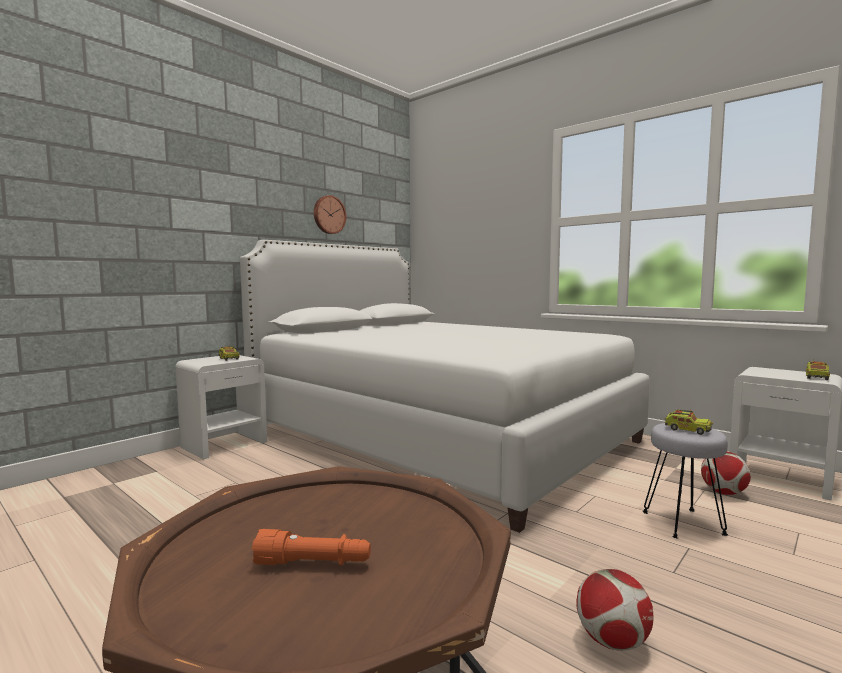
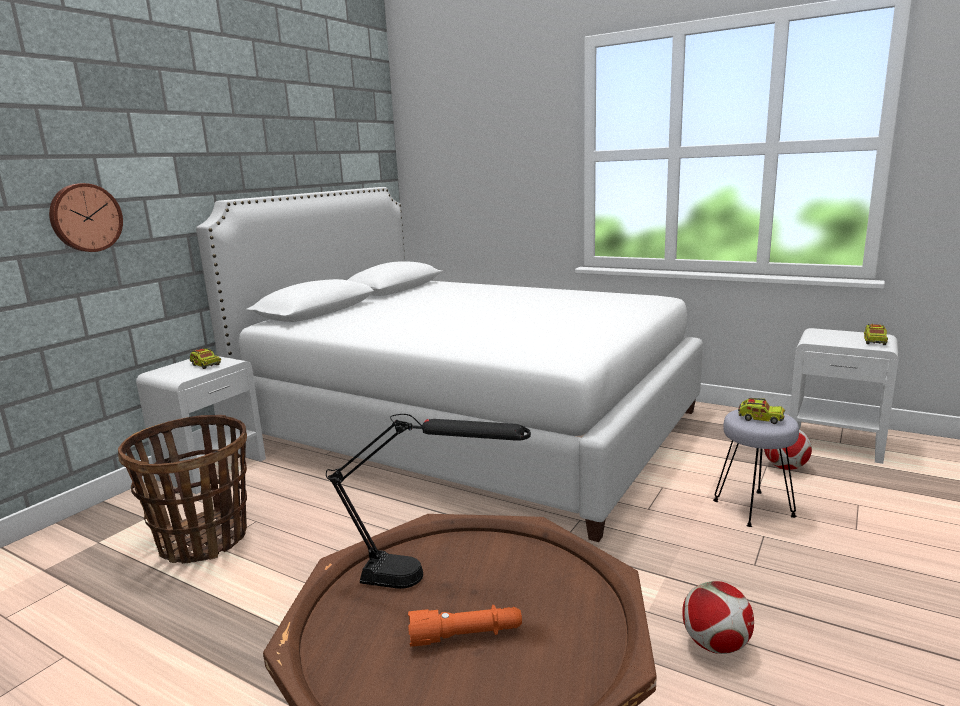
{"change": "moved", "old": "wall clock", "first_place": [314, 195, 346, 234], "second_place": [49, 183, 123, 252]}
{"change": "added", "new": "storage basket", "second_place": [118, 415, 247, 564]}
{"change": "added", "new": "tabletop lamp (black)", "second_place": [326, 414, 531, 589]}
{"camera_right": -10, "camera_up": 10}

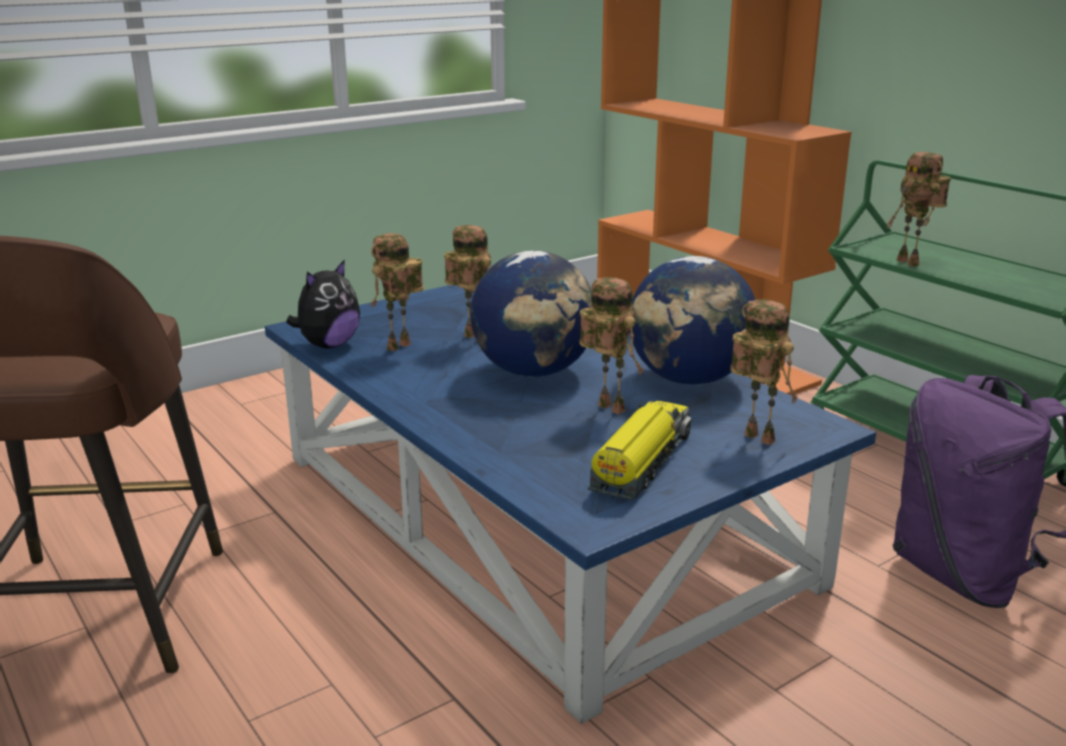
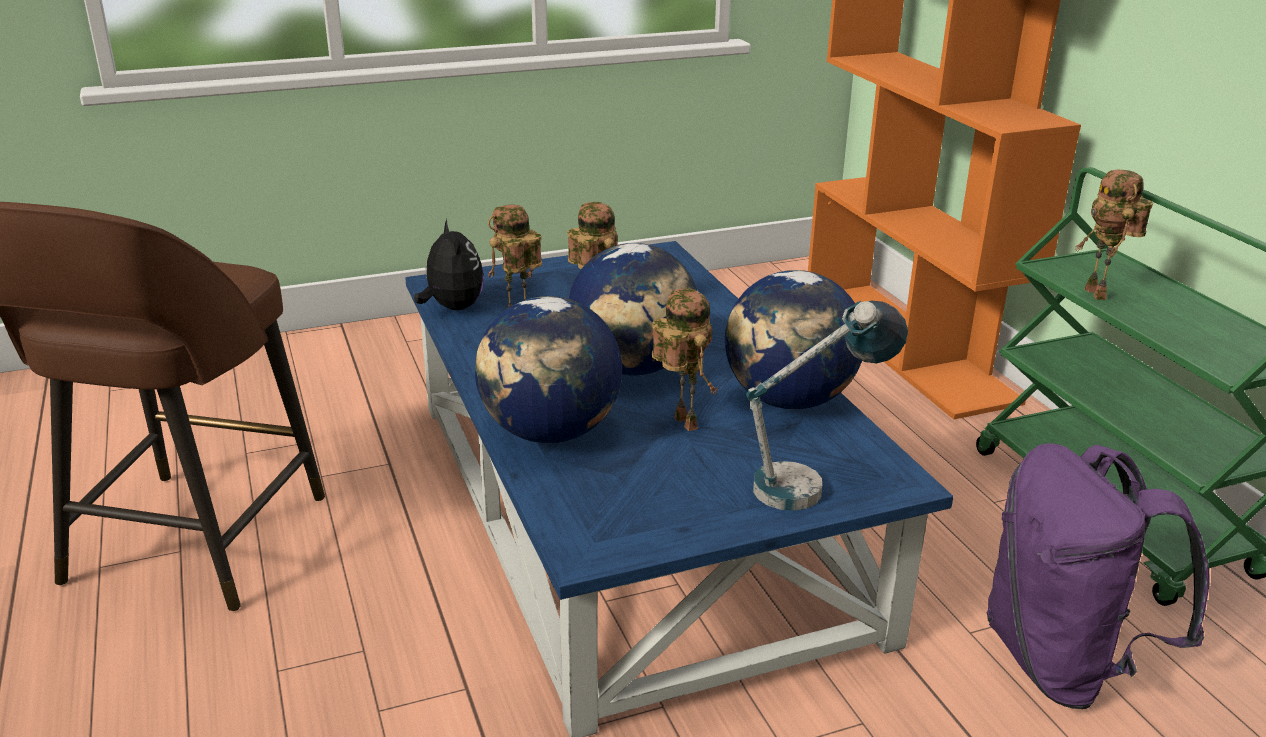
{"change": "turned", "old": "soft toy", "first_place": [286, 259, 360, 348], "second_place": [414, 219, 484, 310], "degrees": -75}
{"change": "added", "new": "world globe", "second_place": [475, 296, 622, 443]}
{"change": "replaced", "old": "toy robot", "new": "tabletop lamp", "first_place": [730, 299, 798, 445], "second_place": [746, 301, 908, 511]}
{"change": "removed", "old": "model truck", "first_place": [588, 401, 692, 500]}
{"camera_right": 15, "camera_up": 5}

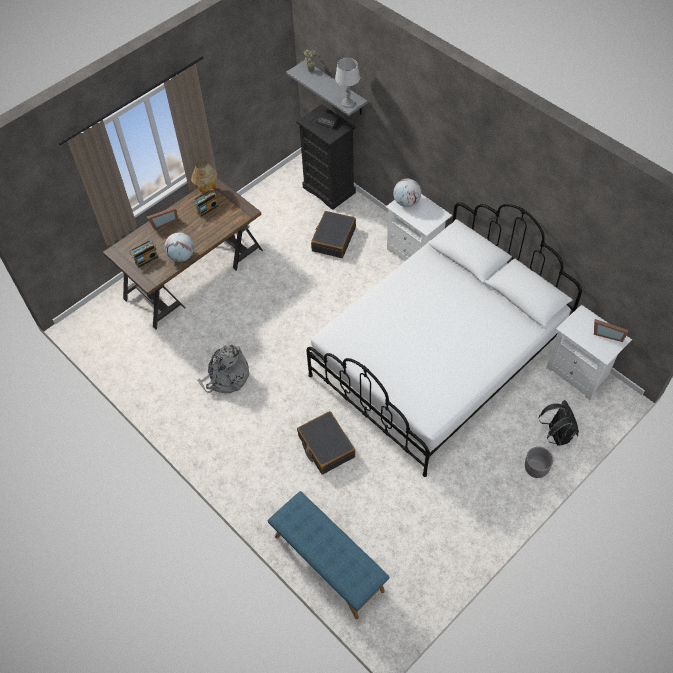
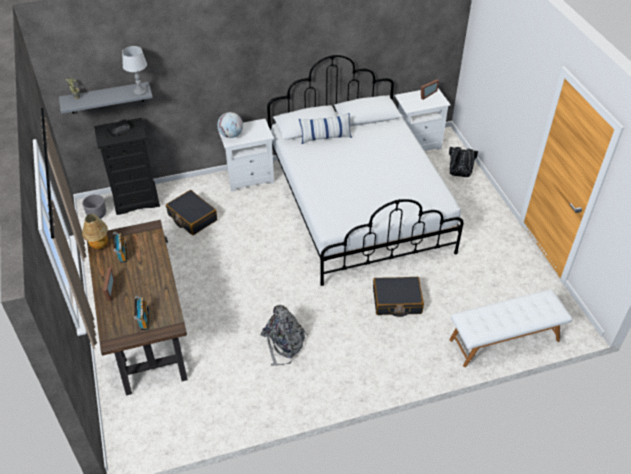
{"change": "moved", "old": "plant pot (gray)", "first_place": [525, 447, 554, 478], "second_place": [82, 194, 106, 219]}
{"change": "added", "new": "pillow", "second_place": [299, 113, 352, 144]}
{"change": "recoloured", "old": "long seat (blue-coloured)", "new": "long seat (white-coloured)", "first_place": [268, 491, 389, 619], "second_place": [450, 289, 572, 367]}
{"change": "removed", "old": "world globe", "first_place": [164, 232, 194, 262]}
{"camera_right": -65, "camera_up": -10}

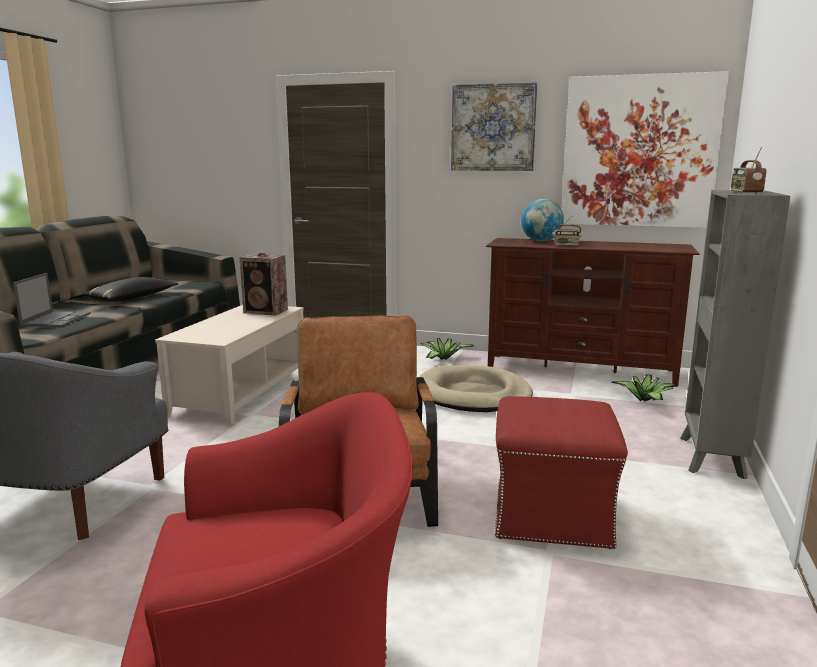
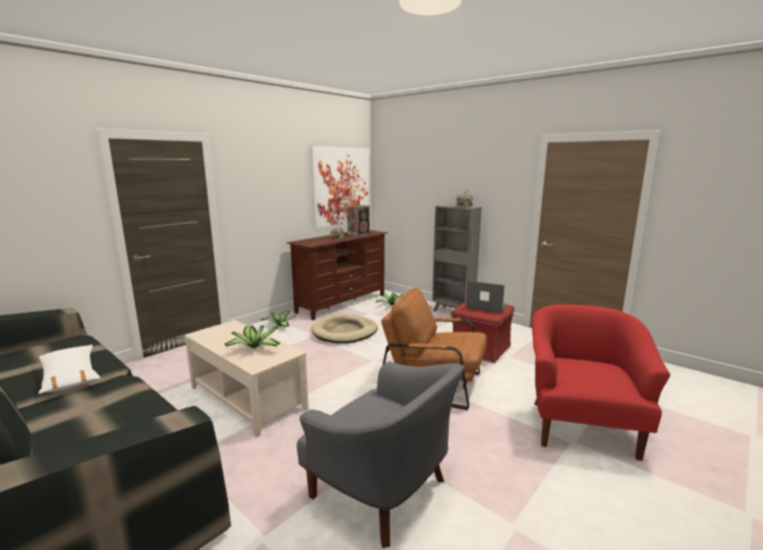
{"change": "recoloured", "old": "pillow (black)", "new": "pillow (white-coloured)", "first_place": [82, 277, 178, 302], "second_place": [38, 345, 101, 394]}
{"change": "added", "new": "houseplant", "second_place": [225, 325, 281, 349]}
{"change": "moved", "old": "loudspeaker", "first_place": [240, 253, 288, 316], "second_place": [347, 204, 370, 236]}
{"change": "moved", "old": "laptop", "first_place": [13, 273, 91, 327], "second_place": [466, 281, 507, 313]}
{"change": "removed", "old": "wall picture", "first_place": [451, 82, 537, 171]}
{"change": "removed", "old": "world globe", "first_place": [521, 199, 564, 242]}
{"camera_right": -65, "camera_up": 0}

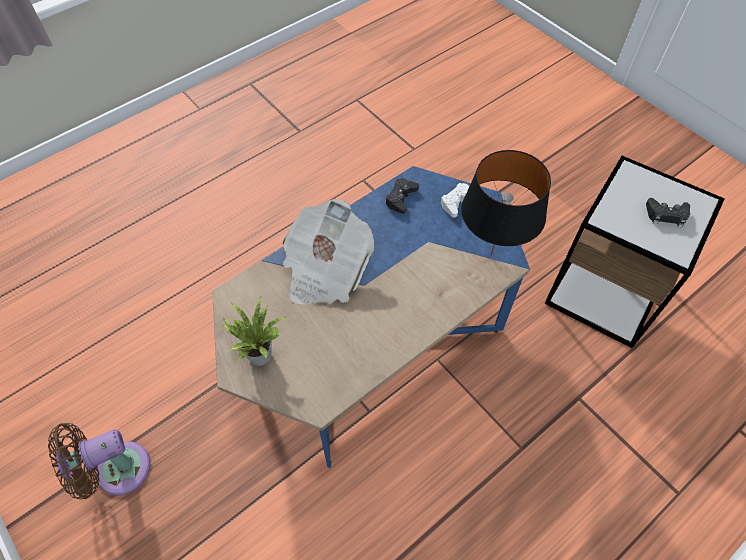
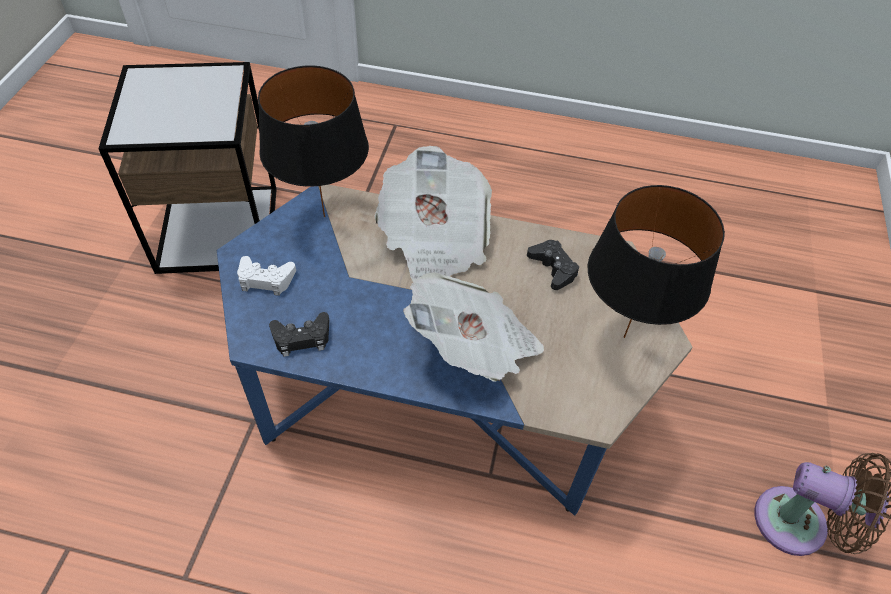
{"change": "added", "new": "daily paper", "second_place": [374, 146, 492, 281]}
{"change": "moved", "old": "joypad (black)", "first_place": [646, 198, 690, 227], "second_place": [527, 240, 579, 290]}
{"change": "replaced", "old": "houseplant", "new": "tabletop lamp (black)", "first_place": [221, 296, 287, 366], "second_place": [588, 185, 725, 338]}
{"camera_right": -130, "camera_up": -5}

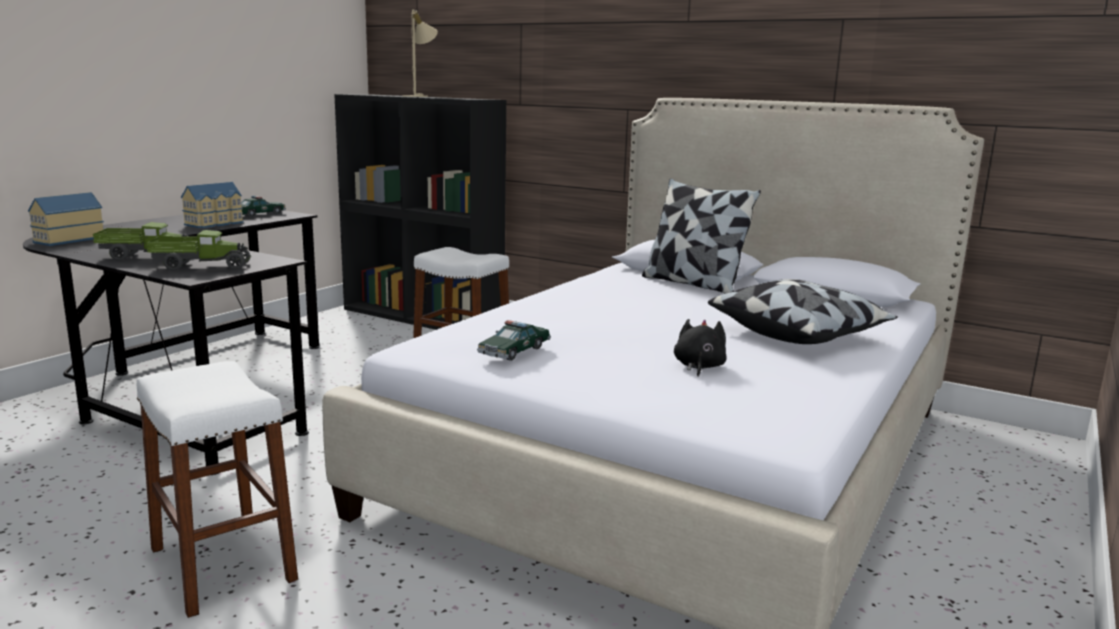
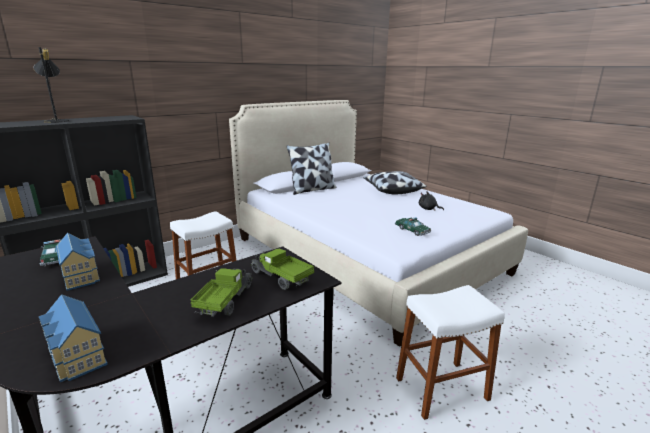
{"change": "recoloured", "old": "tabletop lamp (sand-coloured)", "new": "tabletop lamp (black)", "first_place": [402, 10, 438, 97], "second_place": [34, 47, 69, 123]}
{"change": "turned", "old": "model truck", "first_place": [147, 230, 251, 271], "second_place": [251, 249, 314, 290], "degrees": -60}
{"camera_right": -70, "camera_up": 5}

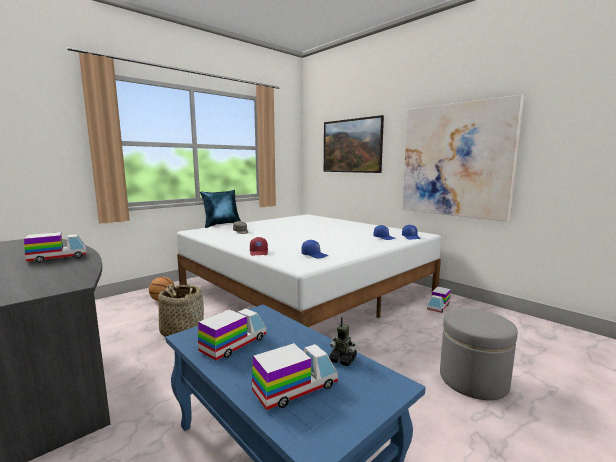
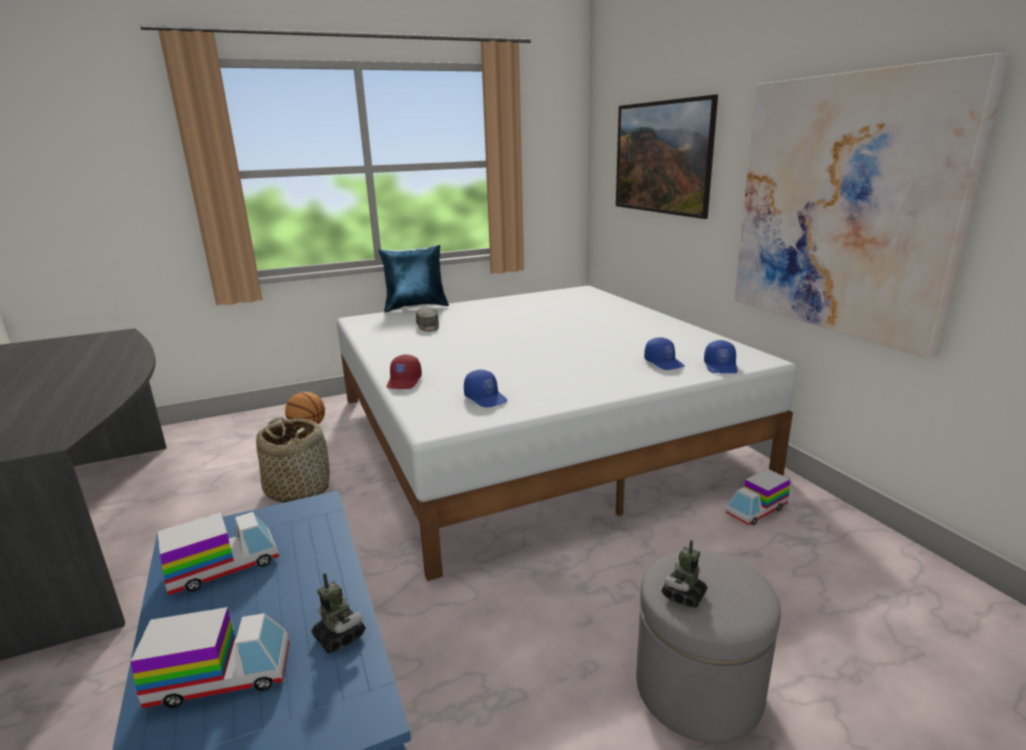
{"change": "added", "new": "toy robot", "second_place": [661, 540, 708, 607]}
{"change": "removed", "old": "model truck", "first_place": [24, 232, 86, 263]}
{"camera_right": 20, "camera_up": 10}

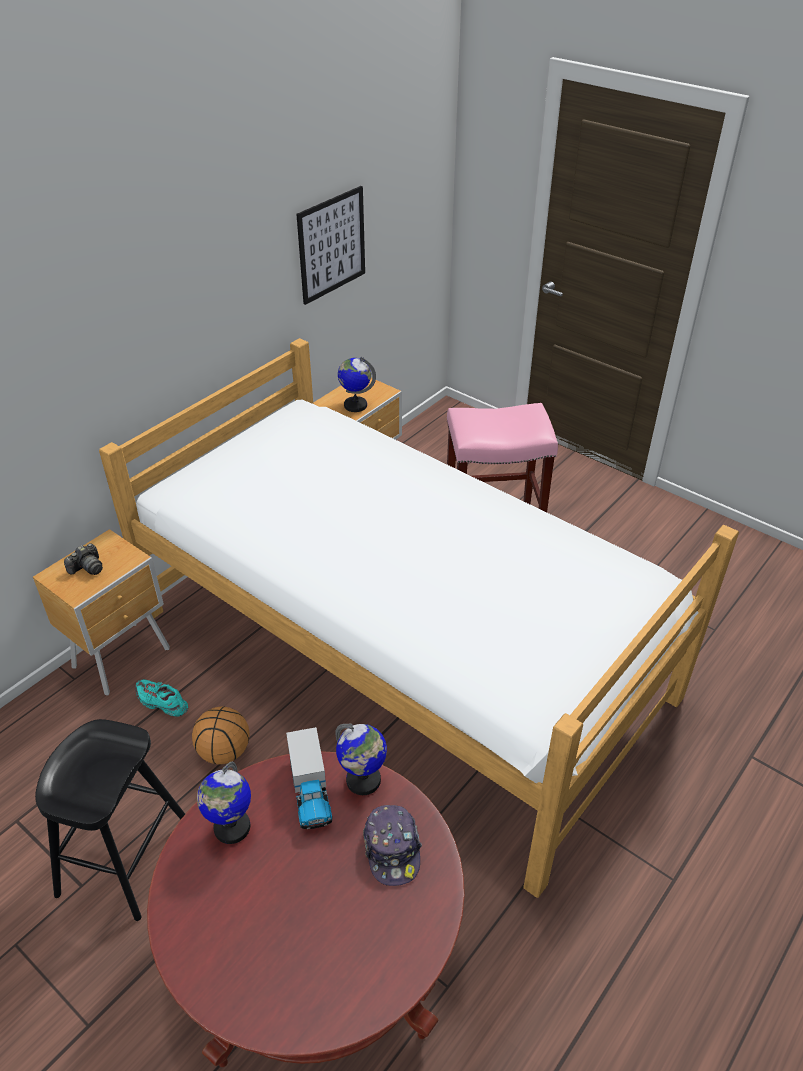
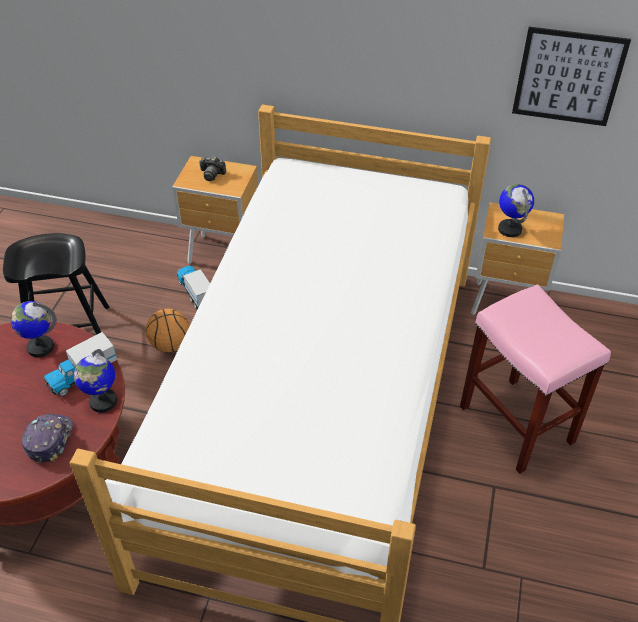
{"change": "turned", "old": "baseball cap", "first_place": [363, 805, 422, 886], "second_place": [21, 413, 73, 463], "degrees": 135}
{"change": "replaced", "old": "item of footwear (blue-green)", "new": "model truck", "first_place": [135, 679, 188, 717], "second_place": [177, 266, 210, 309]}
{"camera_right": 65, "camera_up": 5}

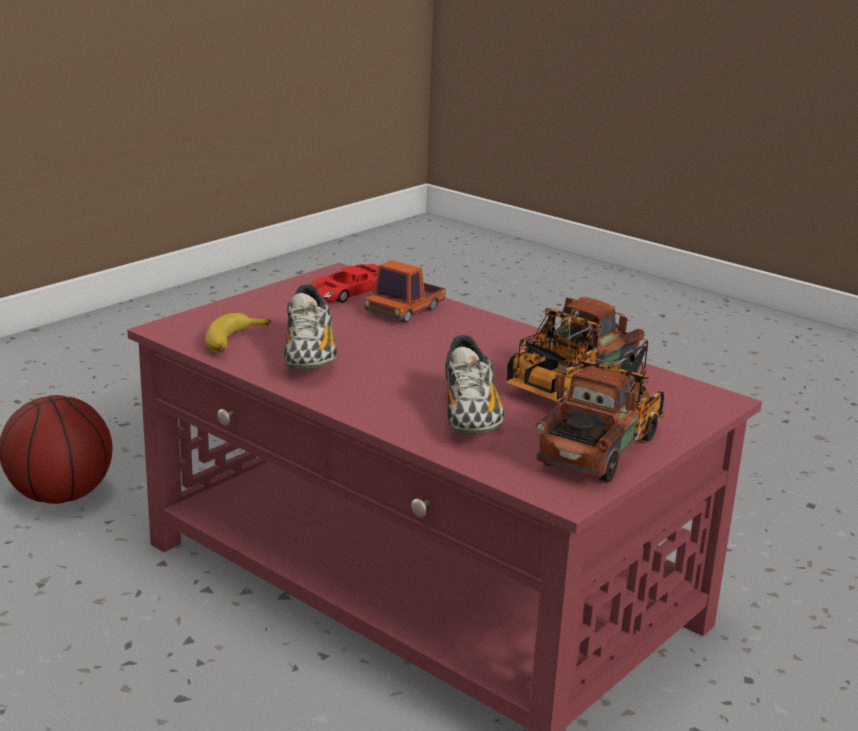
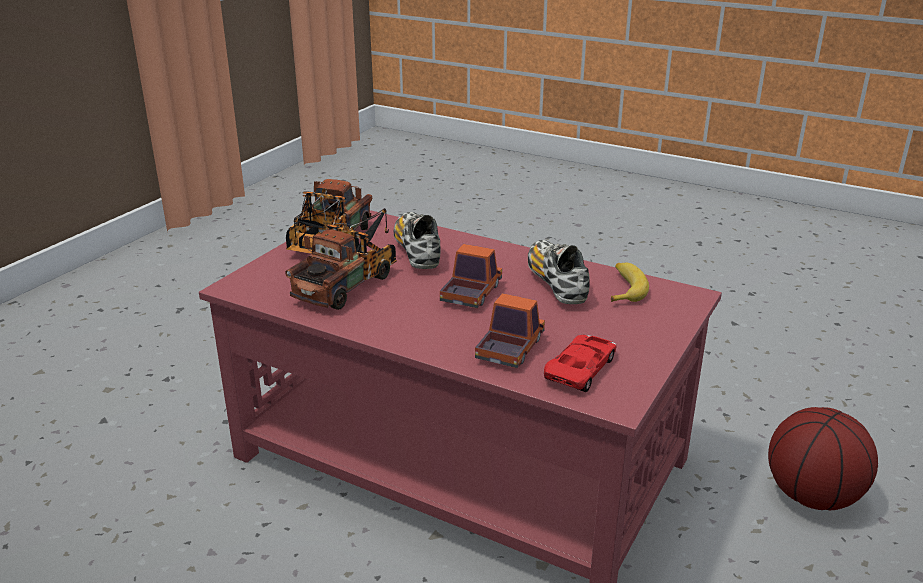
{"change": "added", "new": "model truck", "second_place": [440, 244, 502, 308]}
{"camera_right": 170, "camera_up": 5}

